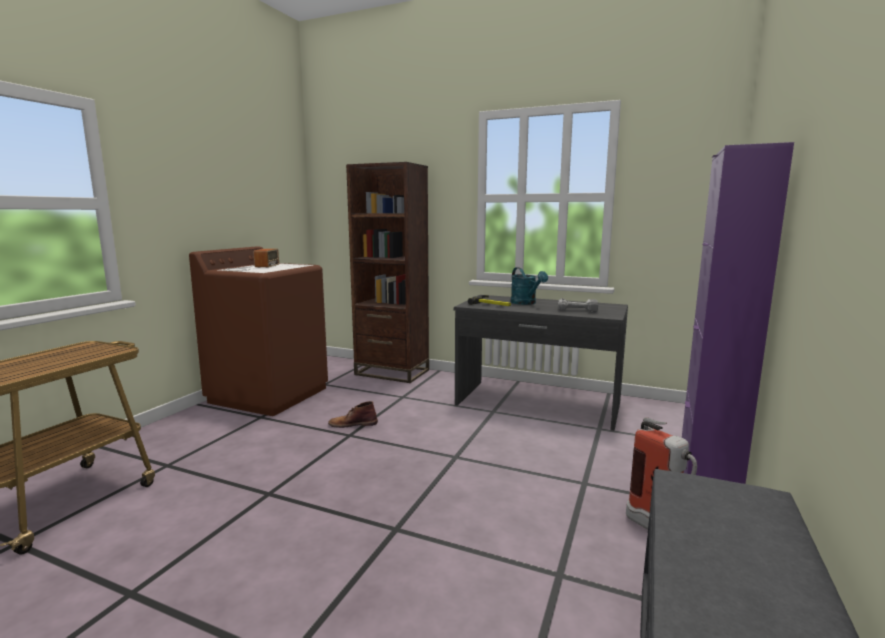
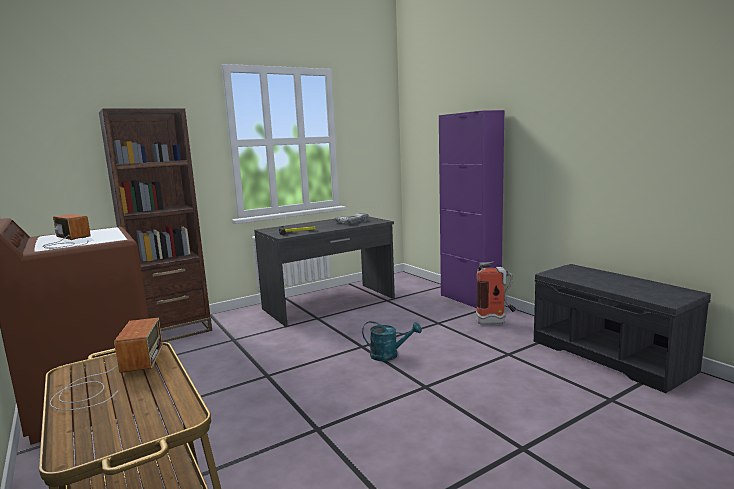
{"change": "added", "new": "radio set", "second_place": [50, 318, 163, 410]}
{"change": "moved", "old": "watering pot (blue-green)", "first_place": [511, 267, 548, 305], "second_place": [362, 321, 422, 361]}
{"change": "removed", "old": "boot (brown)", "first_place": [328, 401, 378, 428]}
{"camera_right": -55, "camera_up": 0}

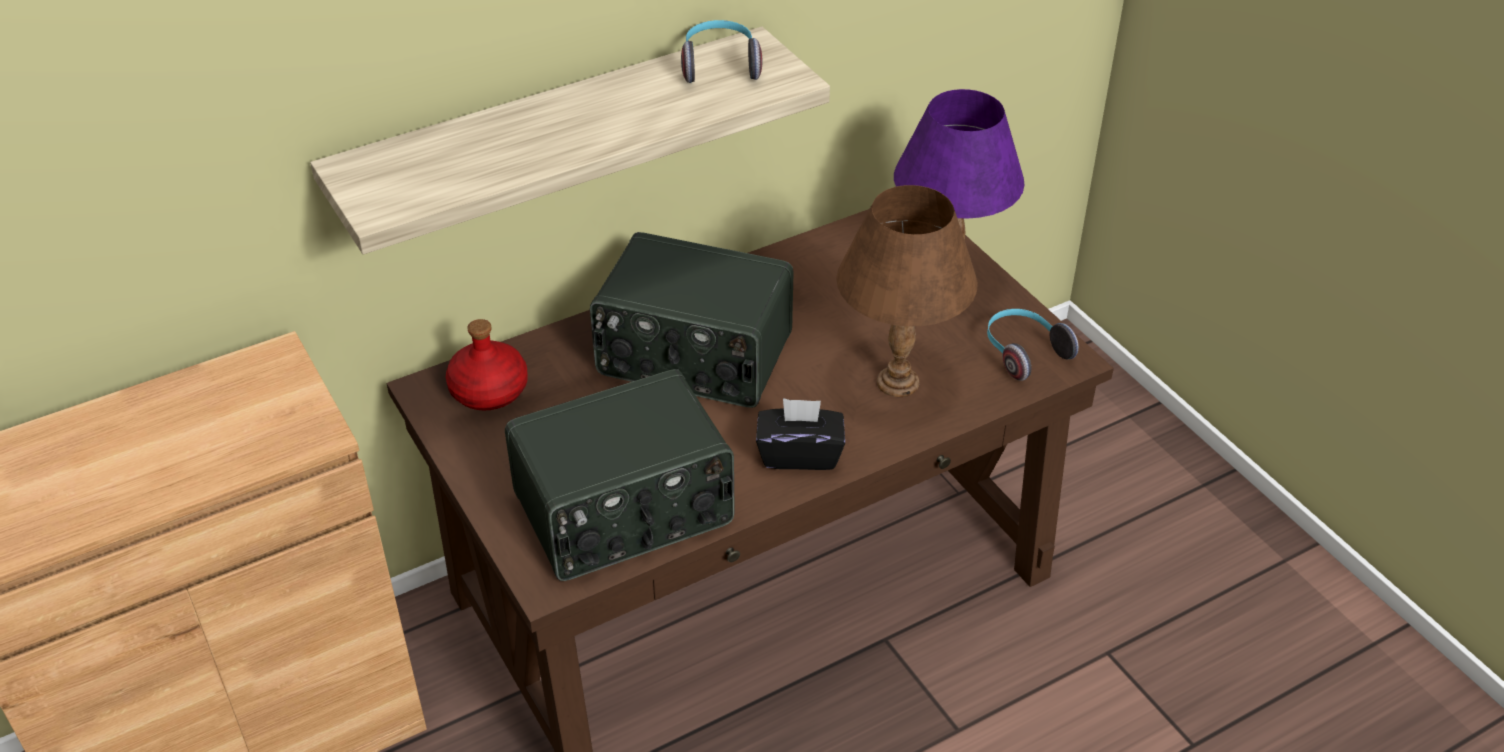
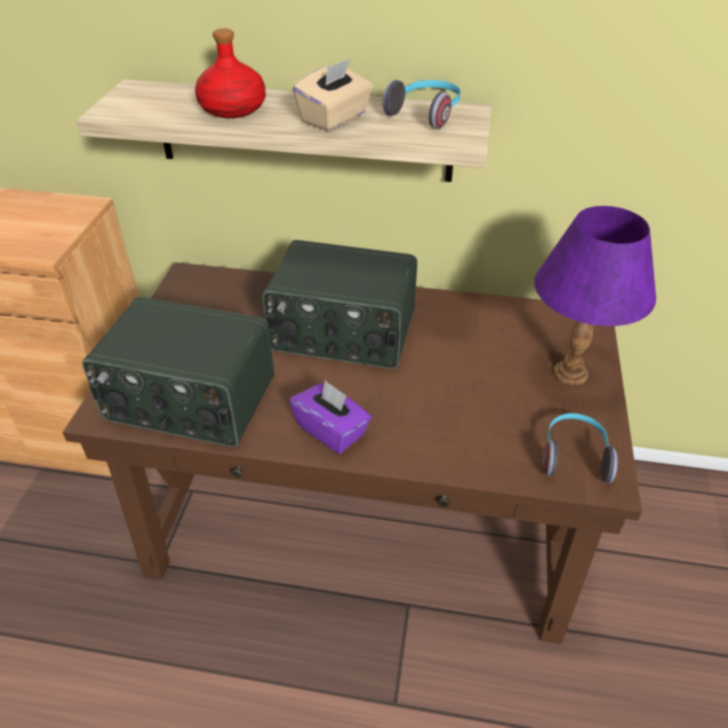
{"change": "moved", "old": "bottle (red-coloured)", "first_place": [446, 319, 528, 410], "second_place": [195, 28, 266, 118]}
{"change": "turned", "old": "radio set", "first_place": [590, 232, 794, 408], "second_place": [262, 240, 417, 369], "degrees": -45}
{"change": "recoloured", "old": "tissue holder (black)", "new": "tissue holder (purple)", "first_place": [756, 398, 845, 470], "second_place": [289, 380, 372, 454]}
{"change": "added", "new": "tissue holder (sand-coloured)", "second_place": [293, 59, 373, 131]}
{"change": "removed", "old": "tabletop lamp (brown)", "first_place": [836, 185, 978, 397]}
{"camera_right": 40, "camera_up": 0}

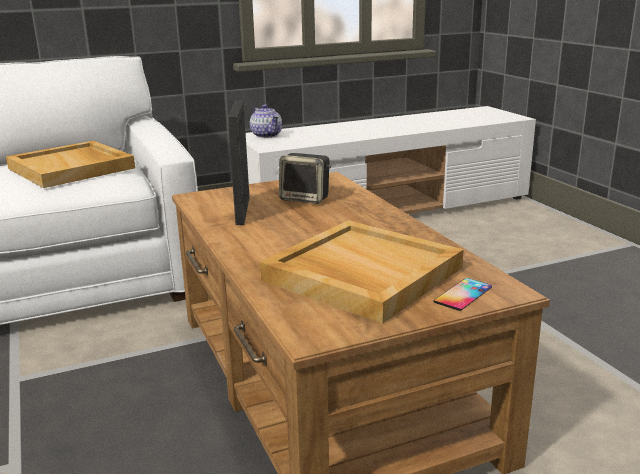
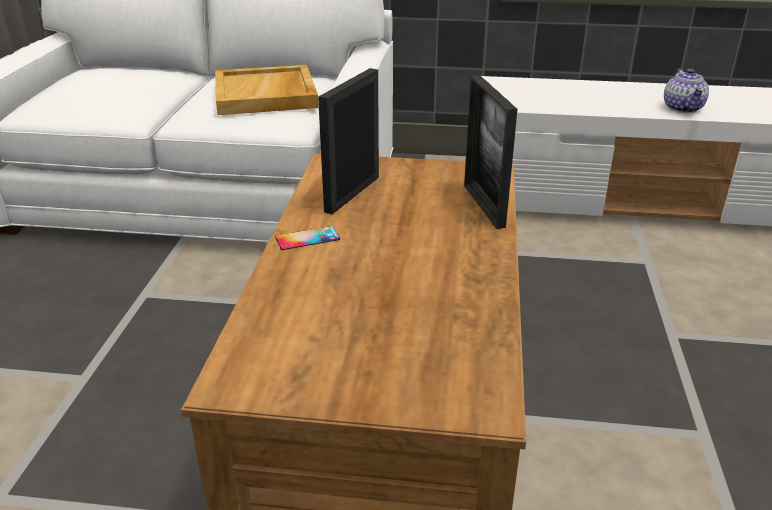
{"change": "moved", "old": "handset", "first_place": [433, 278, 492, 311], "second_place": [276, 226, 340, 250]}
{"change": "added", "new": "standing frame", "second_place": [464, 75, 518, 229]}
{"change": "moved", "old": "teapot", "first_place": [250, 104, 282, 138], "second_place": [664, 69, 709, 113]}
{"change": "removed", "old": "tray (sand-coloured)", "first_place": [260, 220, 464, 324]}
{"change": "removed", "old": "loudspeaker", "first_place": [279, 153, 331, 204]}
{"camera_right": 30, "camera_up": 10}

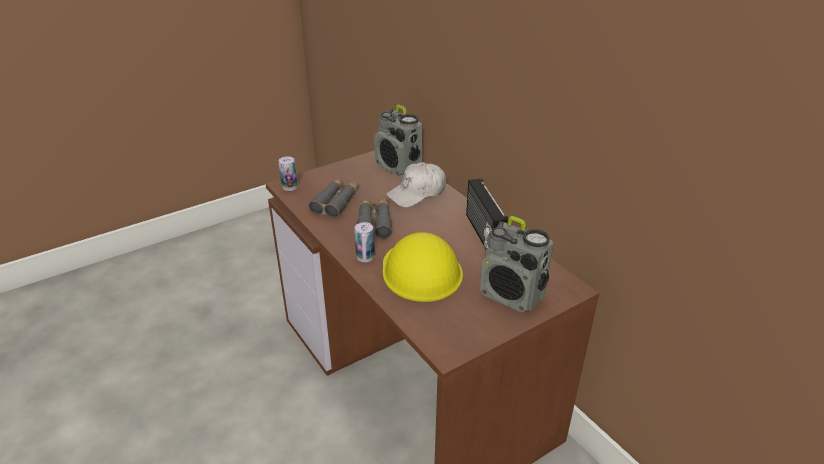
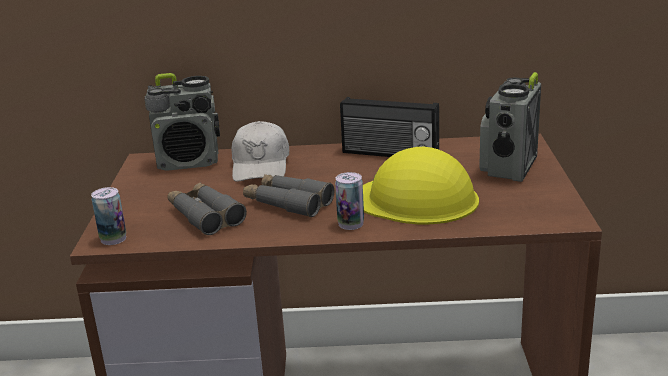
{"change": "turned", "old": "radio set", "first_place": [480, 216, 553, 312], "second_place": [479, 72, 541, 182], "degrees": 135}
{"camera_right": -55, "camera_up": -10}

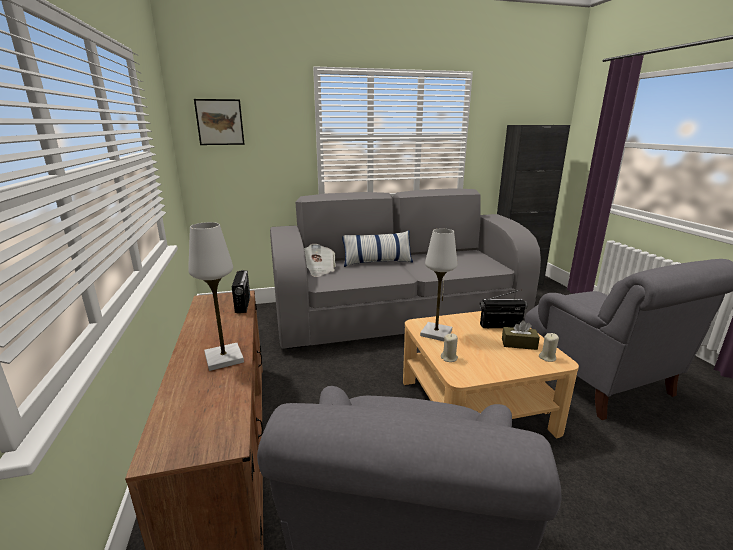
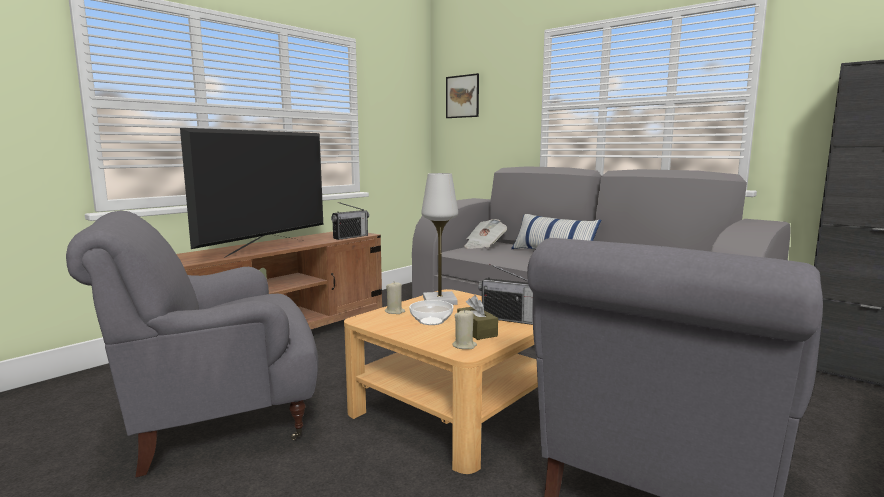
{"change": "replaced", "old": "tabletop lamp (white-coloured)", "new": "TV", "first_place": [188, 222, 244, 371], "second_place": [180, 128, 323, 258]}
{"change": "added", "new": "bowl", "second_place": [409, 300, 453, 325]}
{"change": "turned", "old": "radio set", "first_place": [479, 289, 528, 329], "second_place": [478, 264, 533, 325], "degrees": 150}
{"camera_right": 55, "camera_up": -10}

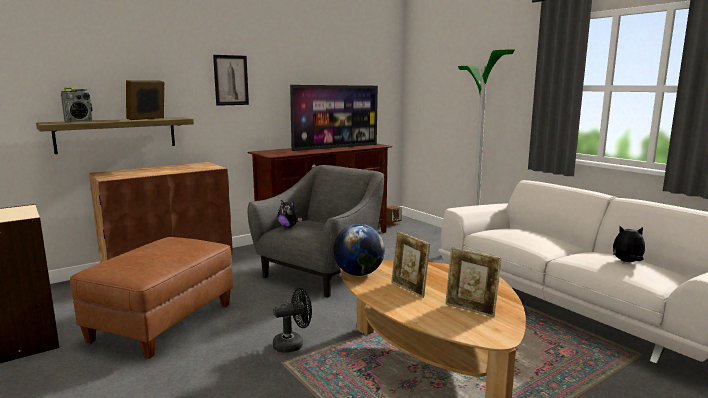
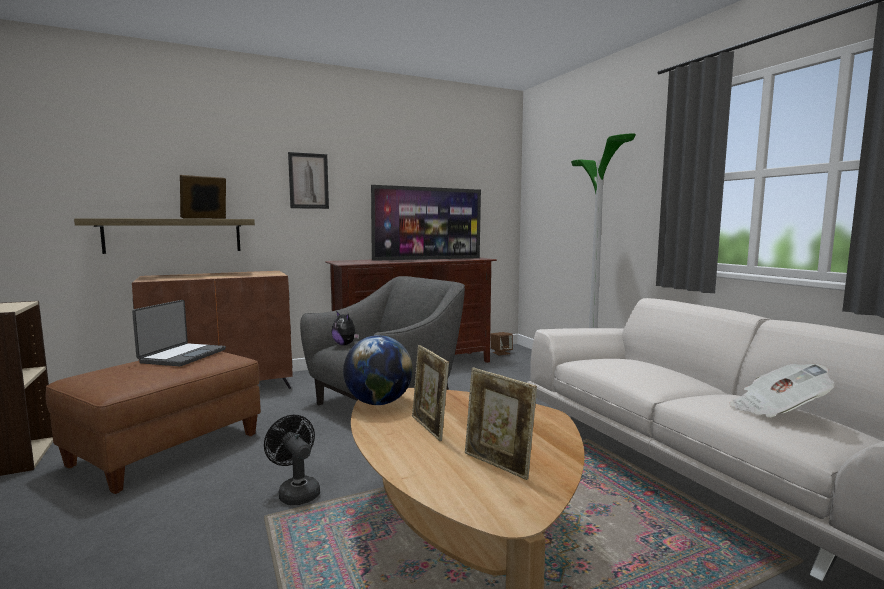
{"change": "added", "new": "laptop", "second_place": [132, 300, 226, 366]}
{"change": "turned", "old": "fan (black)", "first_place": [273, 288, 312, 353], "second_place": [264, 415, 320, 505], "degrees": -120}
{"change": "replaced", "old": "soft toy", "new": "daily paper", "first_place": [613, 226, 645, 262], "second_place": [729, 364, 835, 417]}
{"change": "removed", "old": "radio set", "first_place": [61, 87, 92, 122]}
{"camera_right": 10, "camera_up": -5}

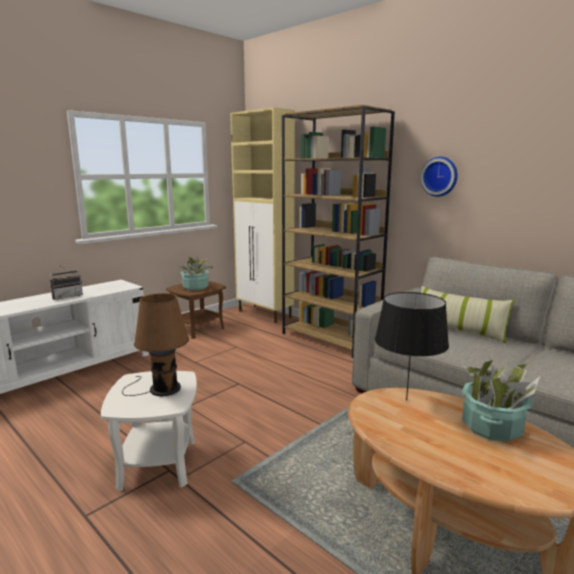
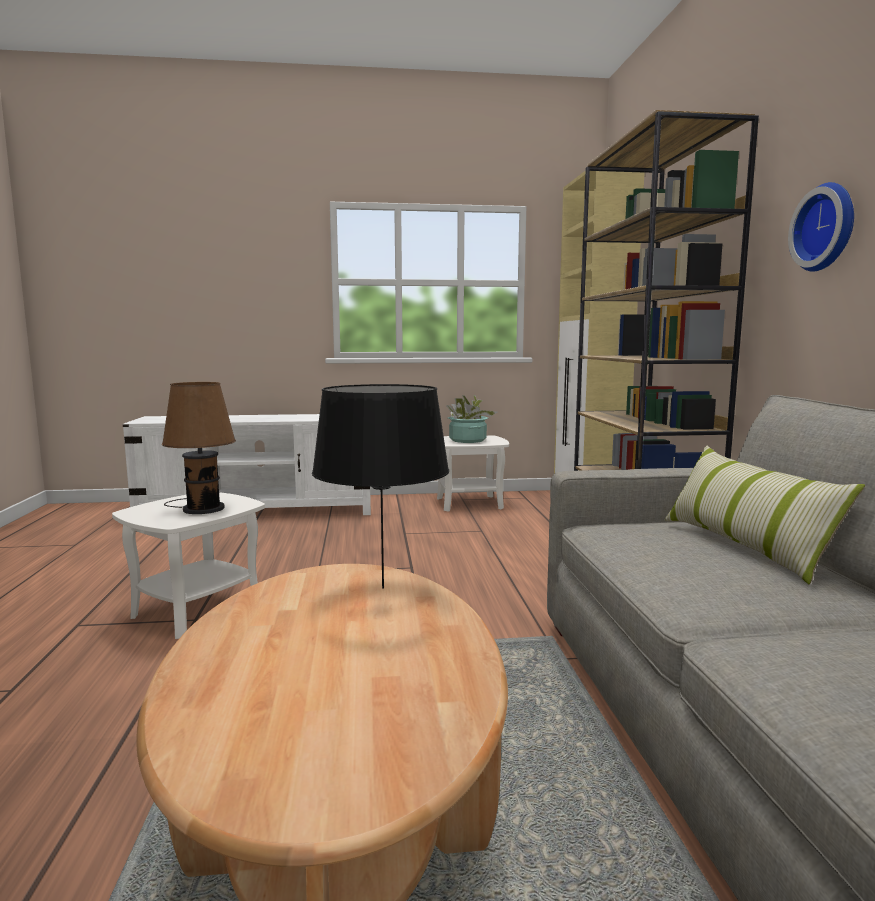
{"change": "recoloured", "old": "end table (brown)", "new": "end table (white-coloured)", "first_place": [166, 281, 226, 339], "second_place": [437, 435, 509, 512]}
{"change": "removed", "old": "radio set", "first_place": [50, 264, 83, 300]}
{"change": "removed", "old": "houseplant", "first_place": [462, 355, 540, 442]}
{"camera_right": 40, "camera_up": -5}

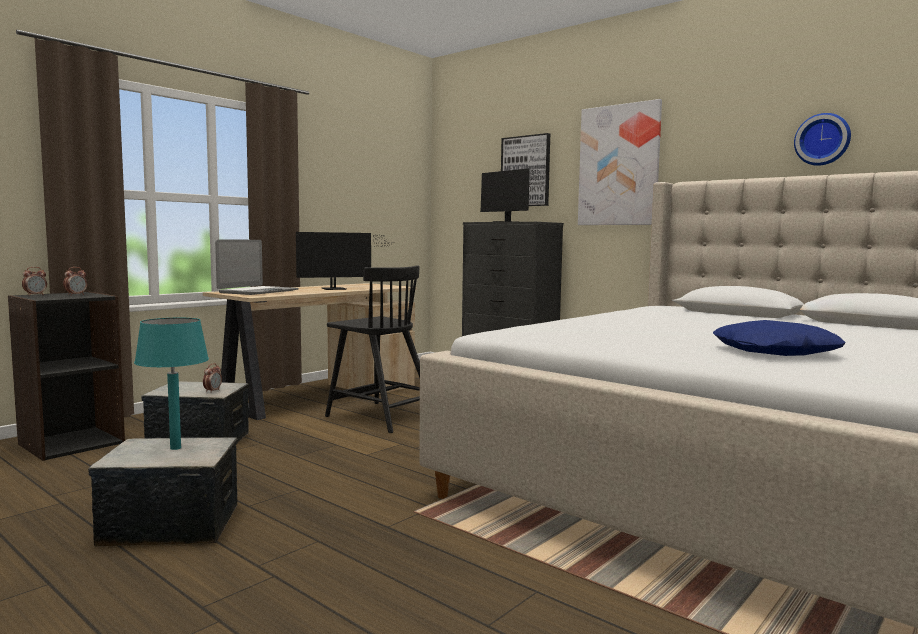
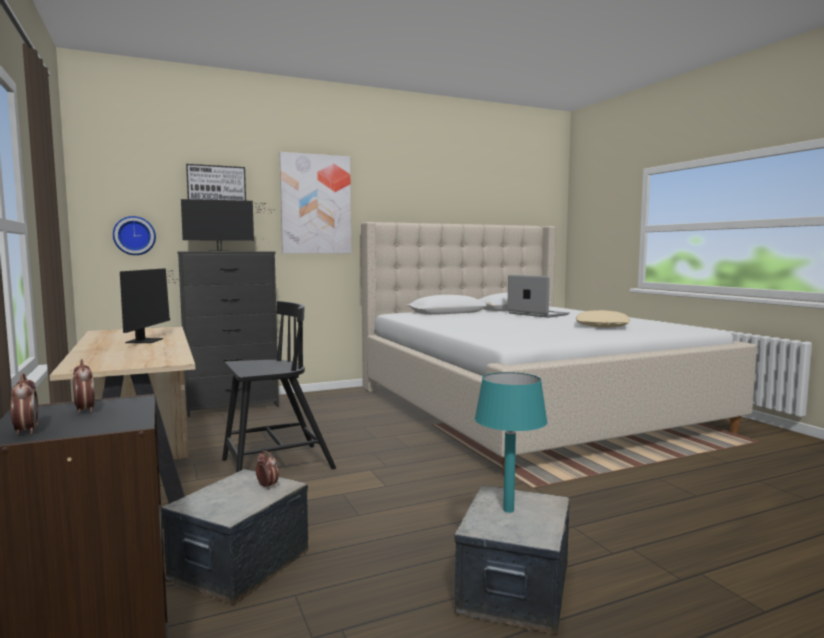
{"change": "moved", "old": "wall clock", "first_place": [794, 113, 851, 166], "second_place": [113, 216, 156, 255]}
{"change": "moved", "old": "laptop", "first_place": [215, 239, 299, 295], "second_place": [507, 275, 570, 318]}
{"change": "recoloured", "old": "pillow (blue-coloured)", "new": "pillow (sand-coloured)", "first_place": [713, 320, 845, 356], "second_place": [576, 310, 630, 328]}
{"camera_right": -65, "camera_up": 0}

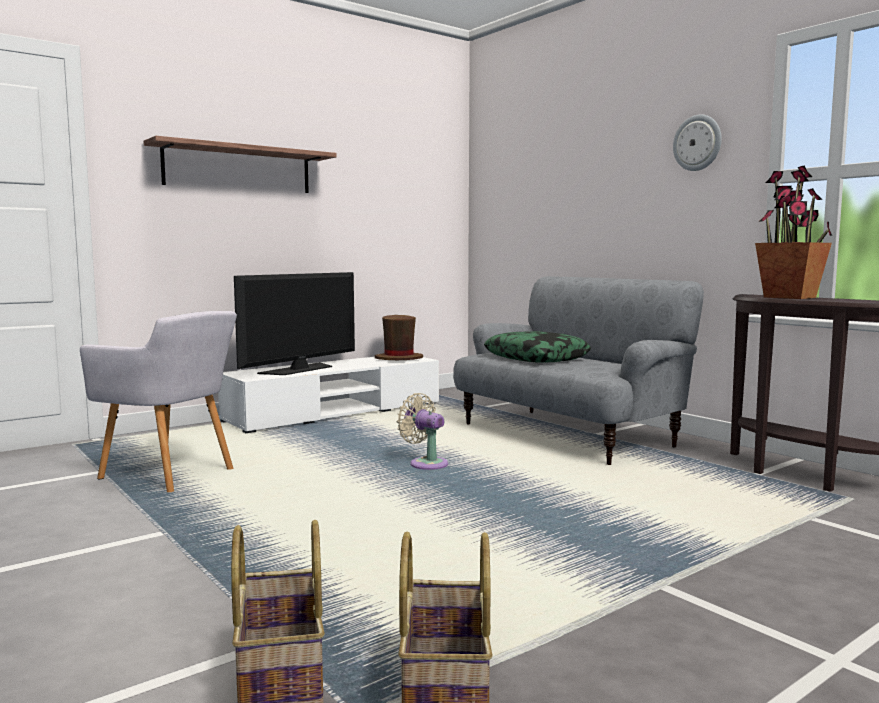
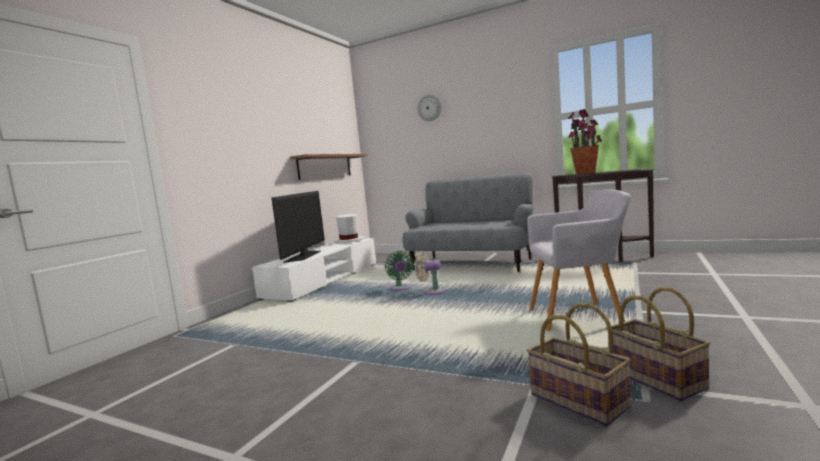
{"change": "moved", "old": "wall shelf", "first_place": [143, 136, 337, 193], "second_place": [290, 154, 367, 180]}
{"change": "recoloured", "old": "wearable hat (brown)", "new": "wearable hat (white-coloured)", "first_place": [375, 315, 423, 360], "second_place": [334, 214, 364, 243]}
{"change": "added", "new": "fan (green-coloured)", "second_place": [385, 251, 414, 291]}
{"change": "moved", "old": "wall clock", "first_place": [673, 114, 722, 171], "second_place": [418, 95, 441, 121]}
{"change": "moved", "old": "lounge chair (gray)", "first_place": [80, 311, 237, 492], "second_place": [527, 190, 631, 331]}
{"change": "removed", "old": "pillow", "first_place": [484, 331, 591, 363]}
{"camera_right": -25, "camera_up": 0}

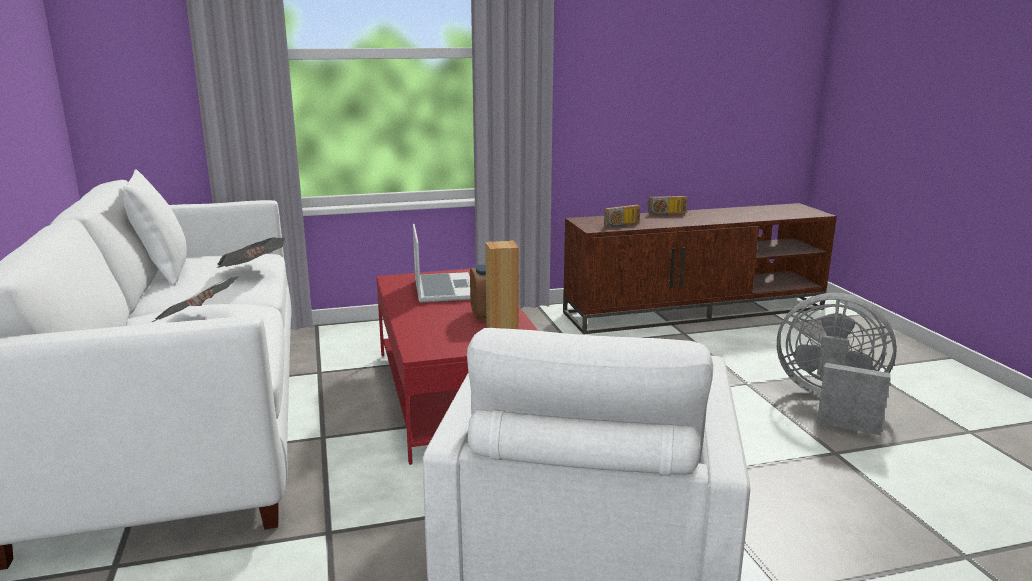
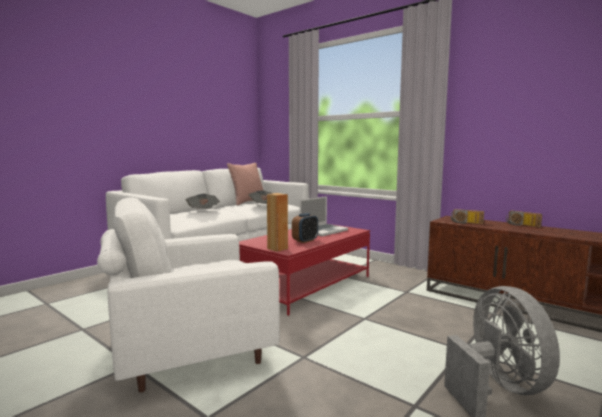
{"change": "recoloured", "old": "pillow (white-coloured)", "new": "pillow (pinkish)", "first_place": [123, 170, 187, 285], "second_place": [227, 163, 264, 205]}
{"camera_right": 55, "camera_up": -10}

